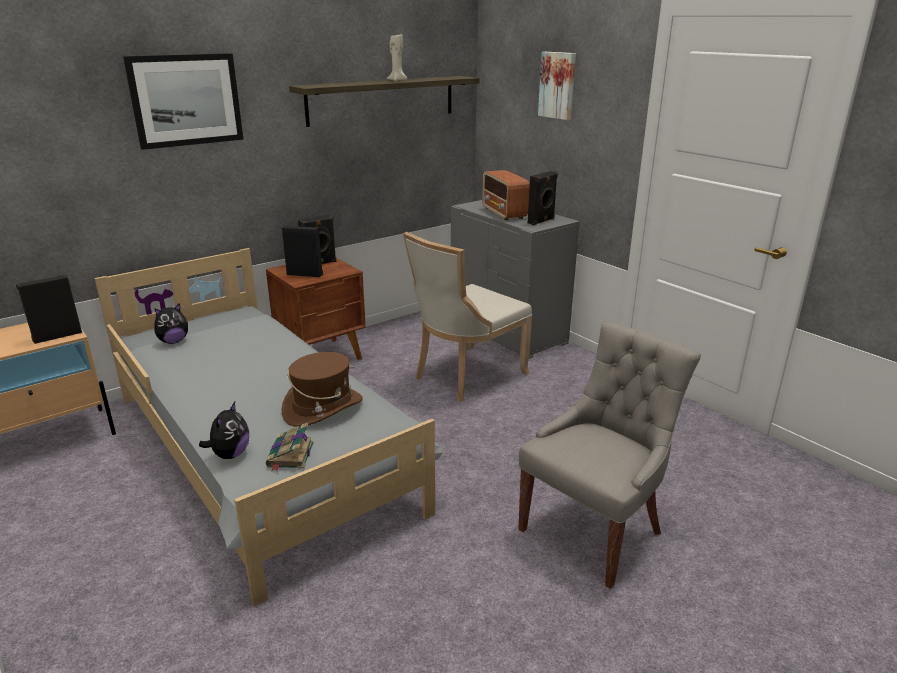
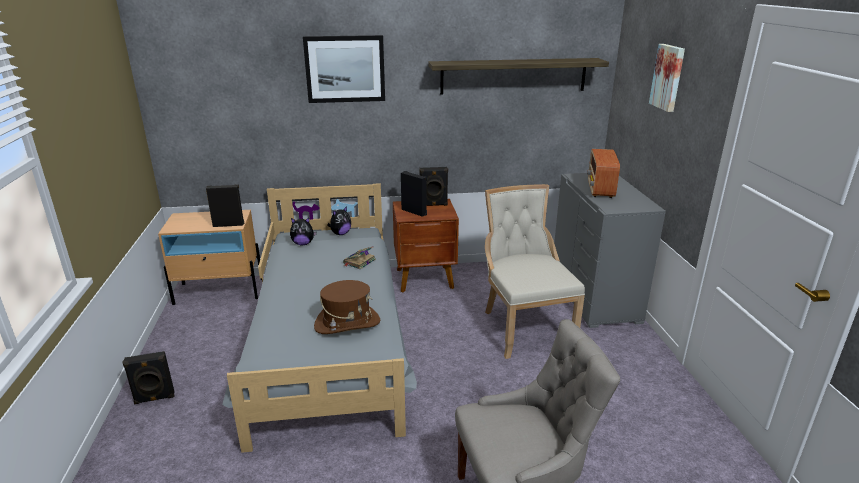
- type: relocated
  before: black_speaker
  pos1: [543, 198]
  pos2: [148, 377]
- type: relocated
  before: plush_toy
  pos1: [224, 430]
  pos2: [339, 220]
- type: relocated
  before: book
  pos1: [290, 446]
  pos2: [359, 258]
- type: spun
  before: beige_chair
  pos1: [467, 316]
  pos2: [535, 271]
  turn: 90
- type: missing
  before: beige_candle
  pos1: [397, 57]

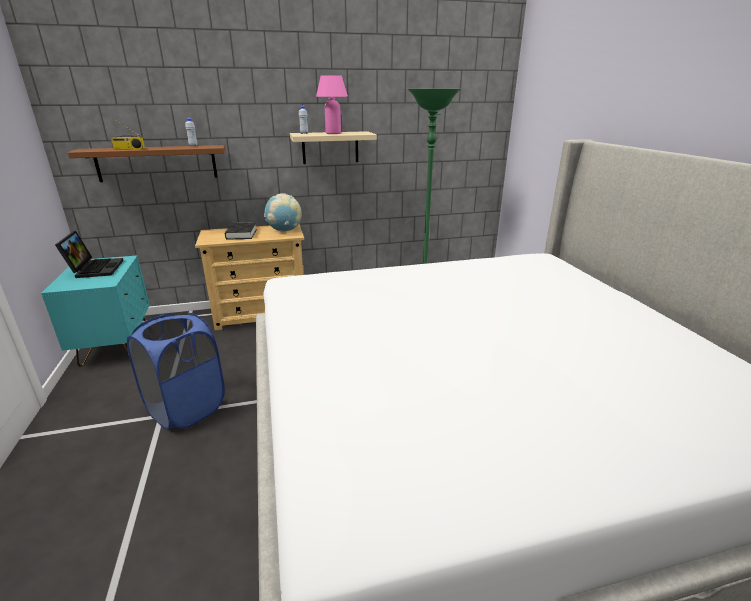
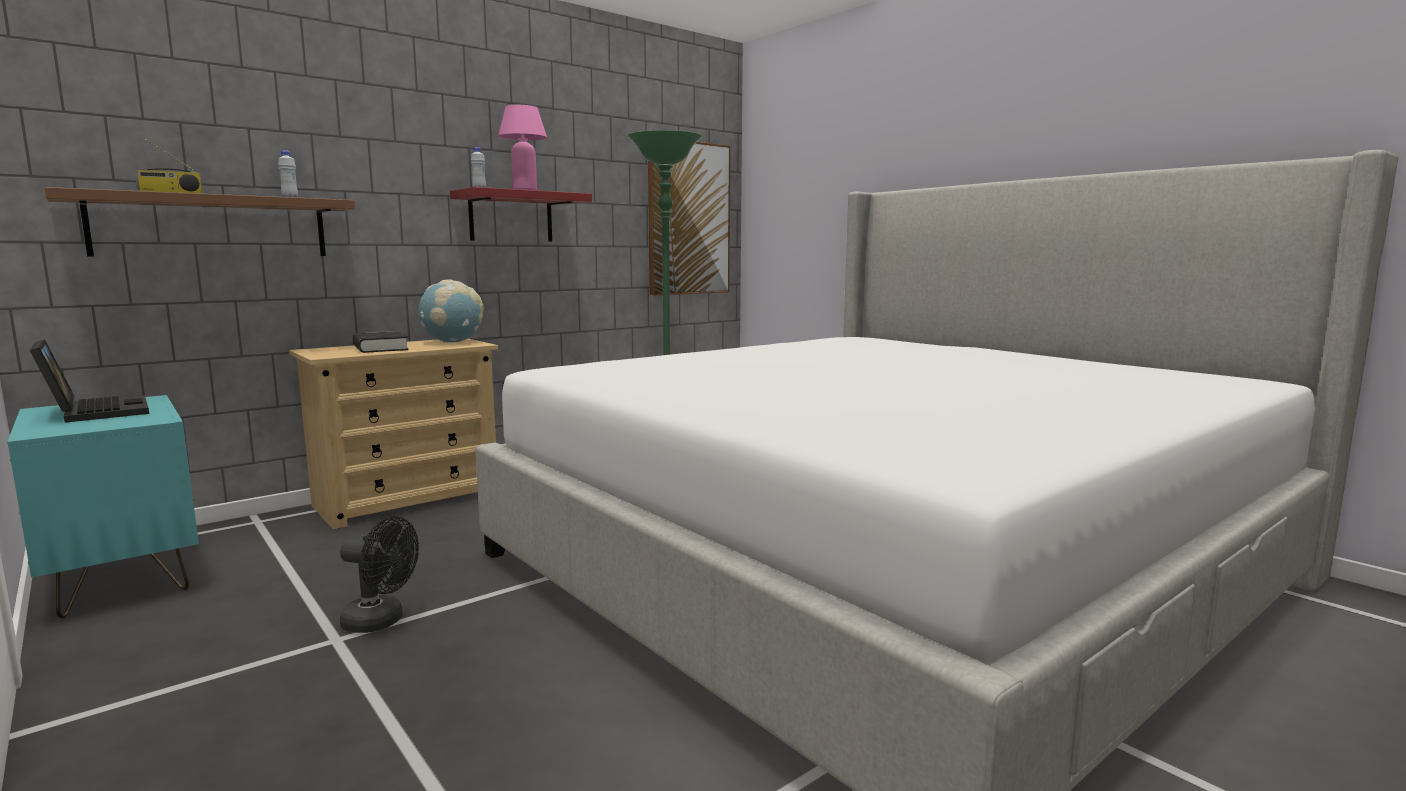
- type: exchanged
  before: blue_laundry_basket
  after: black_fan
  pos1: [176, 371]
  pos2: [379, 574]
- type: colour
  before: beige_shelf
  after: red_shelf
  pos1: [333, 147]
  pos2: [521, 214]
- type: appeared
  after: picture
  pos2: [689, 219]

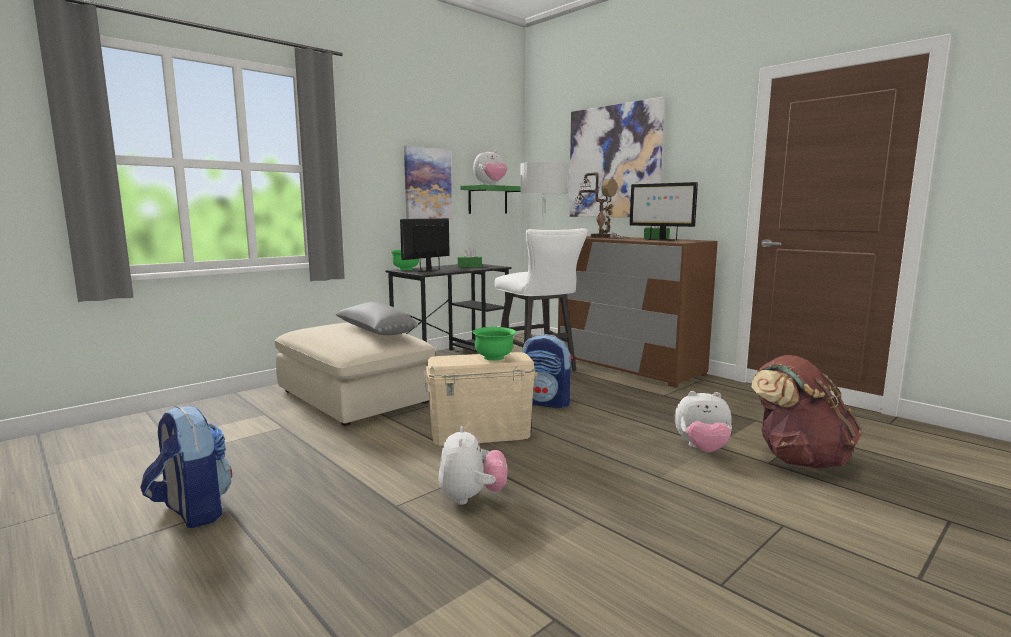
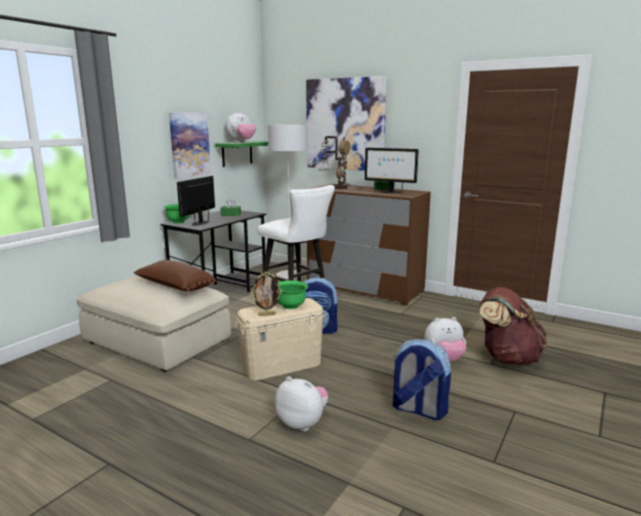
- type: colour
  before: grey_pillow
  after: brown_pillow
  pos1: [376, 318]
  pos2: [175, 275]
- type: appeared
  after: picture_frame
  pos2: [266, 294]
- type: spun
  before: plush_toy
  pos1: [472, 465]
  pos2: [302, 403]
  turn: -45
- type: relocated
  before: backpack
  pos1: [186, 467]
  pos2: [422, 379]

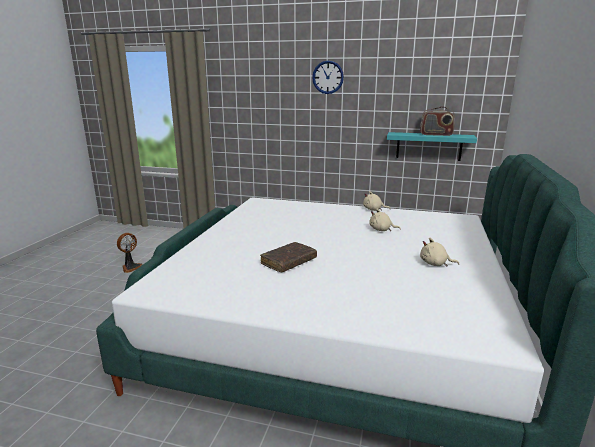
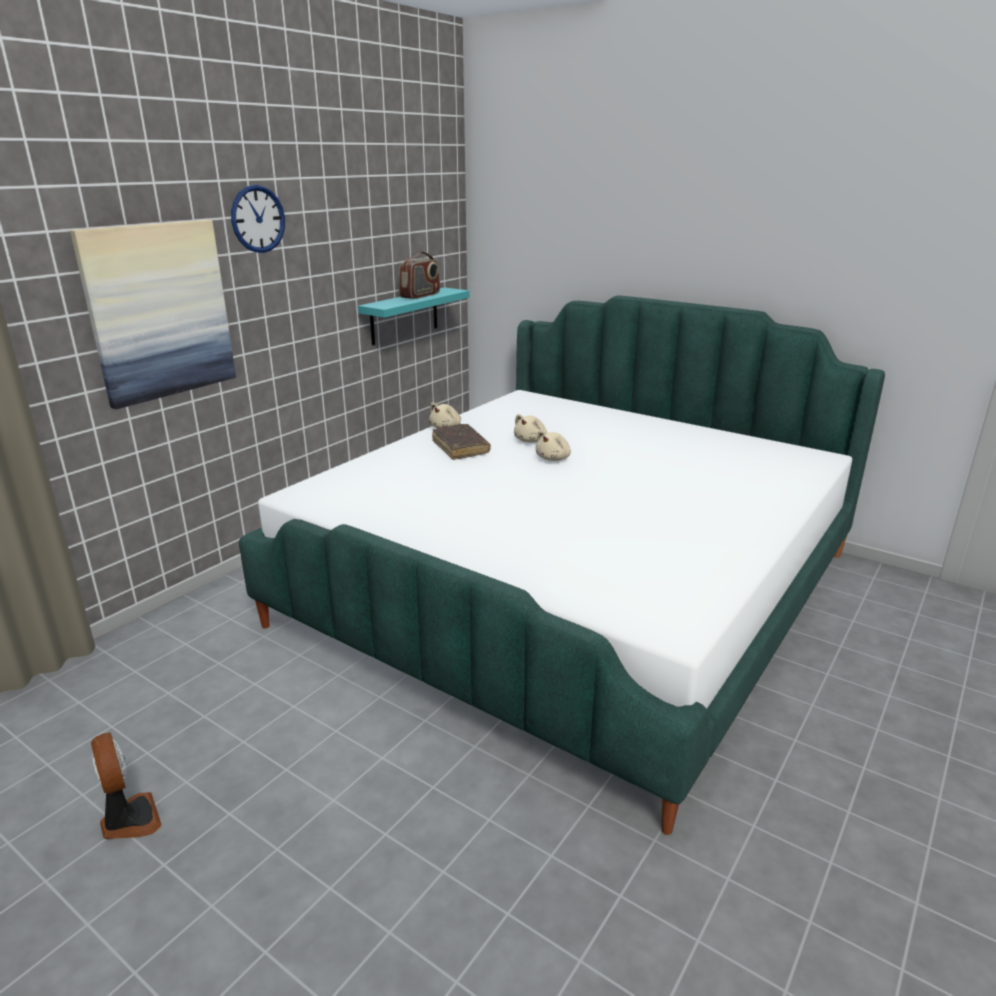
- type: appeared
  after: picture
  pos2: [153, 314]
- type: relocated
  before: brown_book
  pos1: [288, 257]
  pos2: [461, 442]
- type: relocated
  before: beige_plush_toy
  pos1: [440, 252]
  pos2: [553, 445]

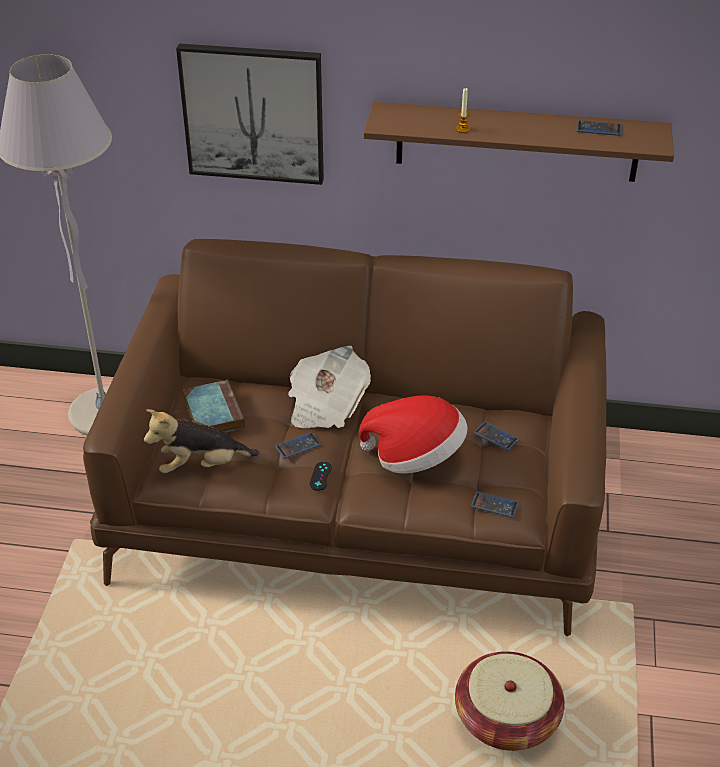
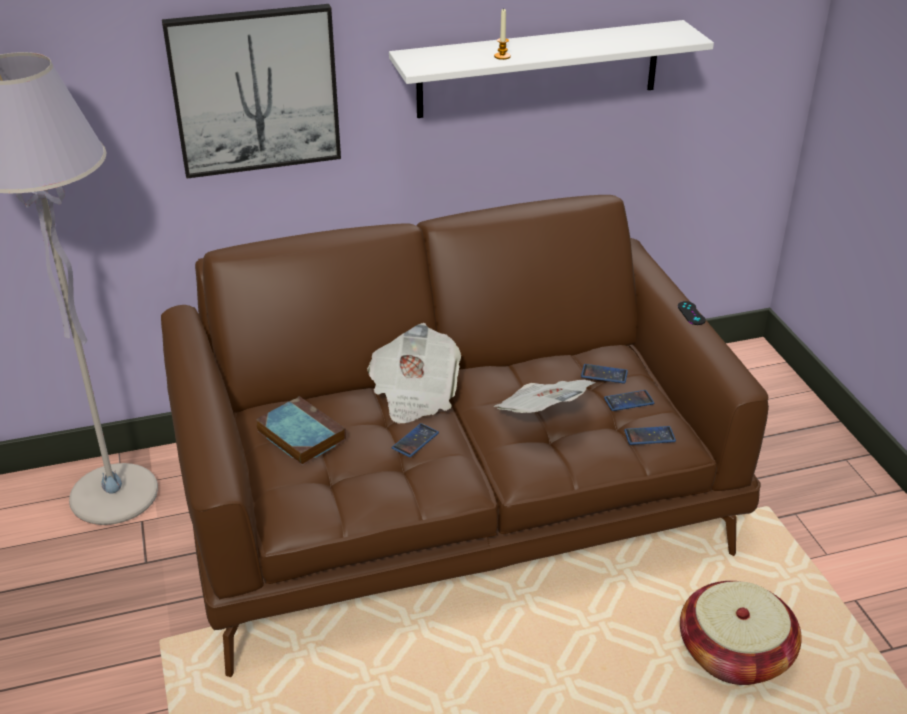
- type: colour
  before: brown_shelf
  after: white_shelf
  pos1: [519, 142]
  pos2: [551, 69]
- type: exchanged
  before: hat
  after: newspaper
  pos1: [413, 435]
  pos2: [544, 396]
- type: relocated
  before: phone
  pos1: [598, 128]
  pos2: [629, 400]
- type: relocated
  before: black_game_controller
  pos1: [320, 476]
  pos2: [692, 313]
- type: missing
  before: plush_toy
  pos1: [201, 441]

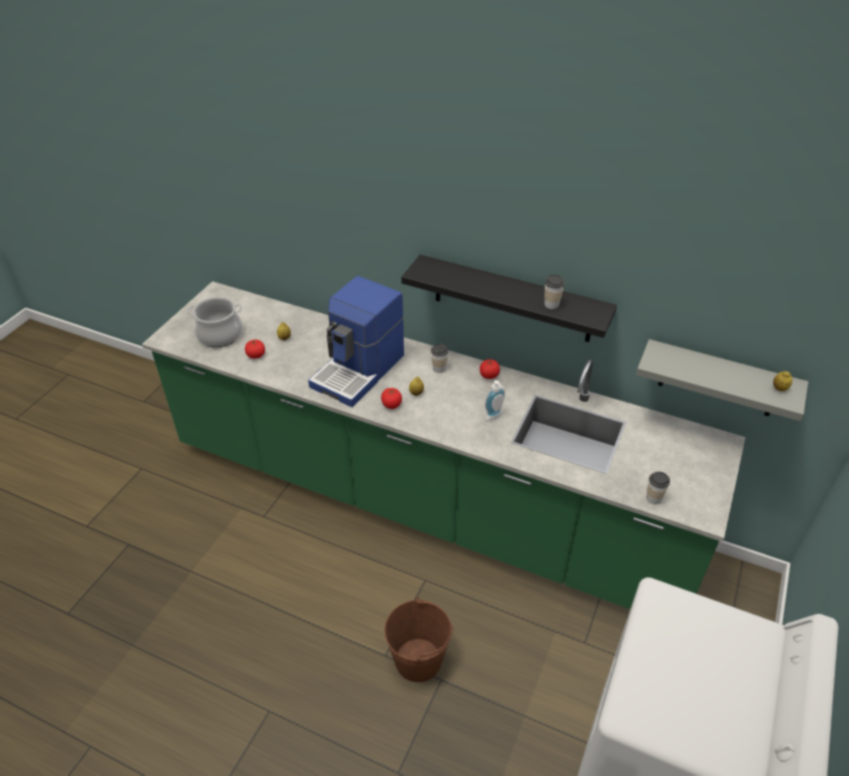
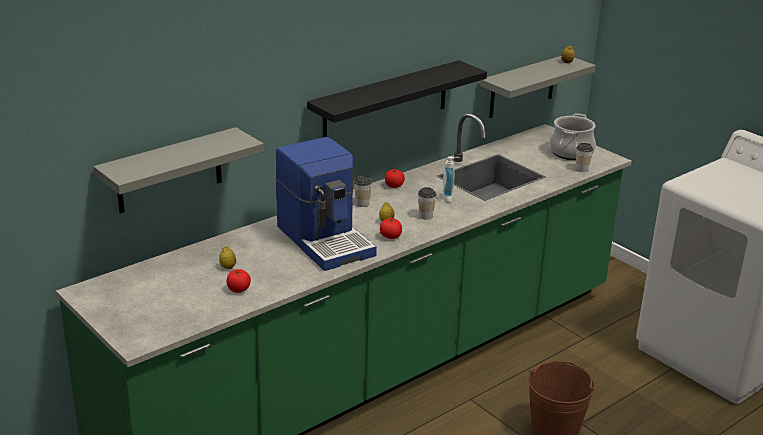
- type: appeared
  after: grey_shelf
  pos2: [178, 170]
- type: relocated
  before: cup
  pos1: [555, 292]
  pos2: [427, 203]
- type: relocated
  before: cooking_pot
  pos1: [214, 322]
  pos2: [572, 136]

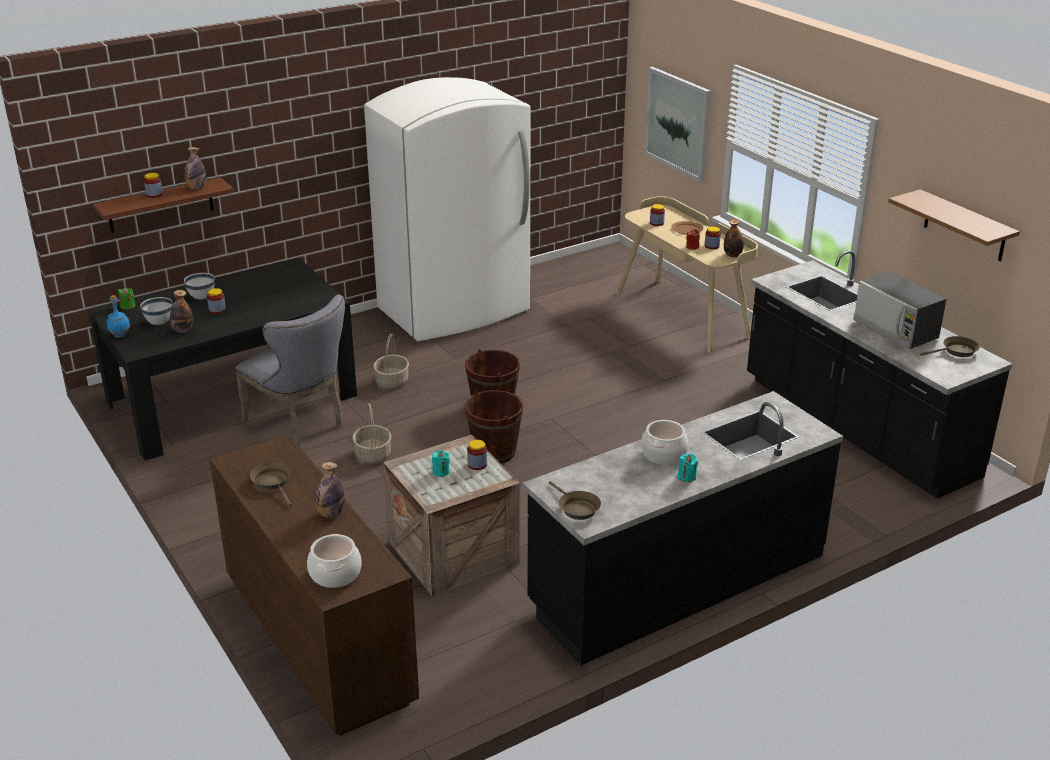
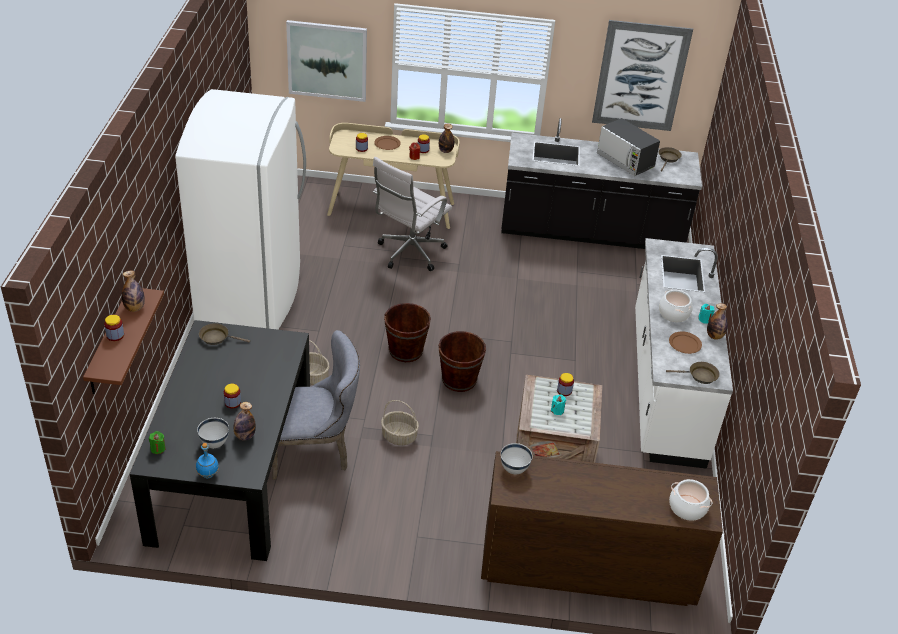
- type: relocated
  before: brown_frying_pan
  pos1: [270, 484]
  pos2: [224, 334]
- type: appeared
  after: white_office_chair
  pos2: [412, 214]
- type: relocated
  before: white_bowl
  pos1: [199, 286]
  pos2: [517, 459]
- type: exchanged
  before: shelf
  after: picture
  pos1: [954, 225]
  pos2: [642, 75]
- type: spun
  before: microwave
  pos1: [899, 310]
  pos2: [628, 147]
  turn: 45
- type: colour
  before: black_counter
  after: white_counter
  pos1: [683, 528]
  pos2: [684, 353]
- type: appeared
  after: brown_plate
  pos2: [685, 342]
- type: relocated
  before: bottle
  pos1: [330, 490]
  pos2: [717, 321]

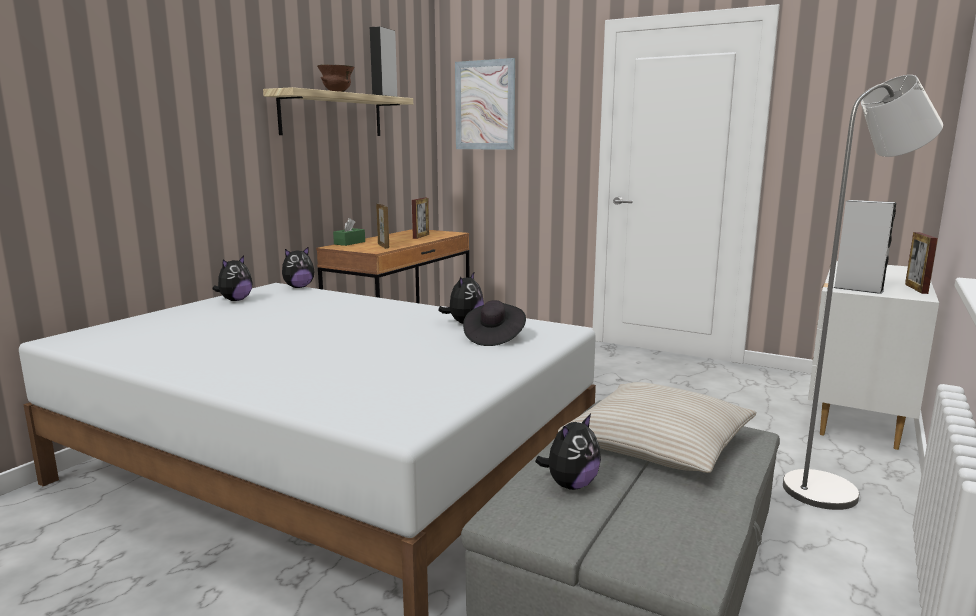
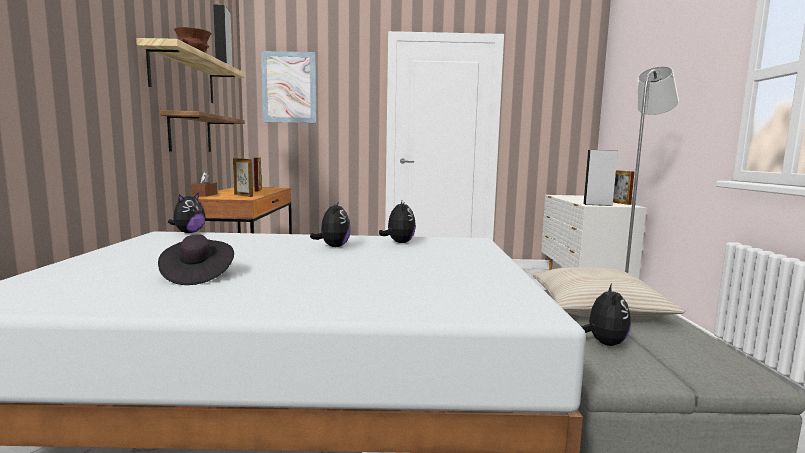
- type: relocated
  before: black_hat
  pos1: [494, 323]
  pos2: [196, 260]
- type: appeared
  after: shelf
  pos2: [202, 131]
- type: colour
  before: green_tissue_box
  after: brown_tissue_box
  pos1: [349, 232]
  pos2: [204, 184]
- type: relocated
  before: plush_toy
  pos1: [233, 278]
  pos2: [330, 224]

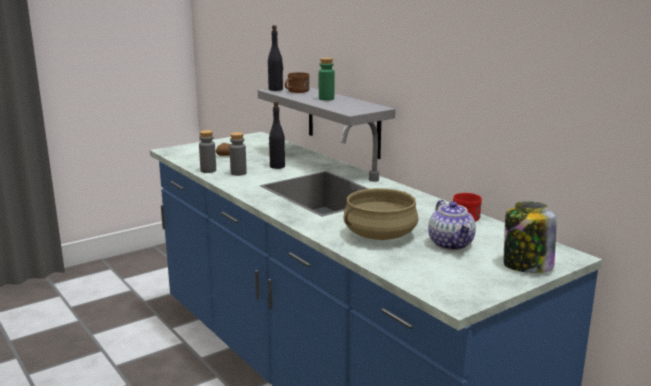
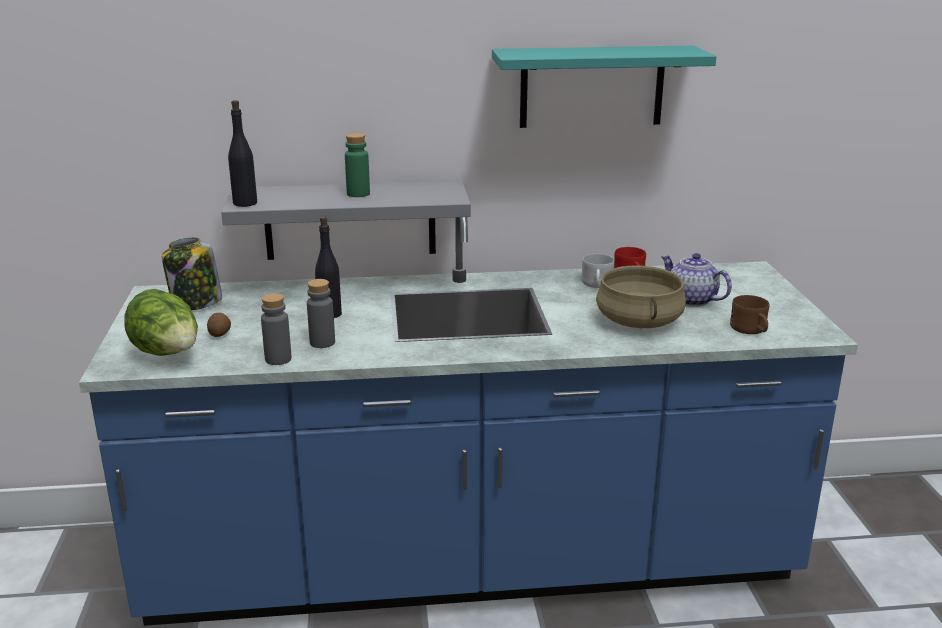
- type: appeared
  after: lettuce
  pos2: [161, 322]
- type: relocated
  before: jar
  pos1: [530, 237]
  pos2: [192, 274]
- type: appeared
  after: turquoise_shelf
  pos2: [604, 87]
- type: appeared
  after: white_mug
  pos2: [598, 271]
- type: spun
  before: teapot
  pos1: [452, 225]
  pos2: [696, 280]
  turn: -150
- type: relocated
  before: brown_mug
  pos1: [297, 82]
  pos2: [749, 314]

